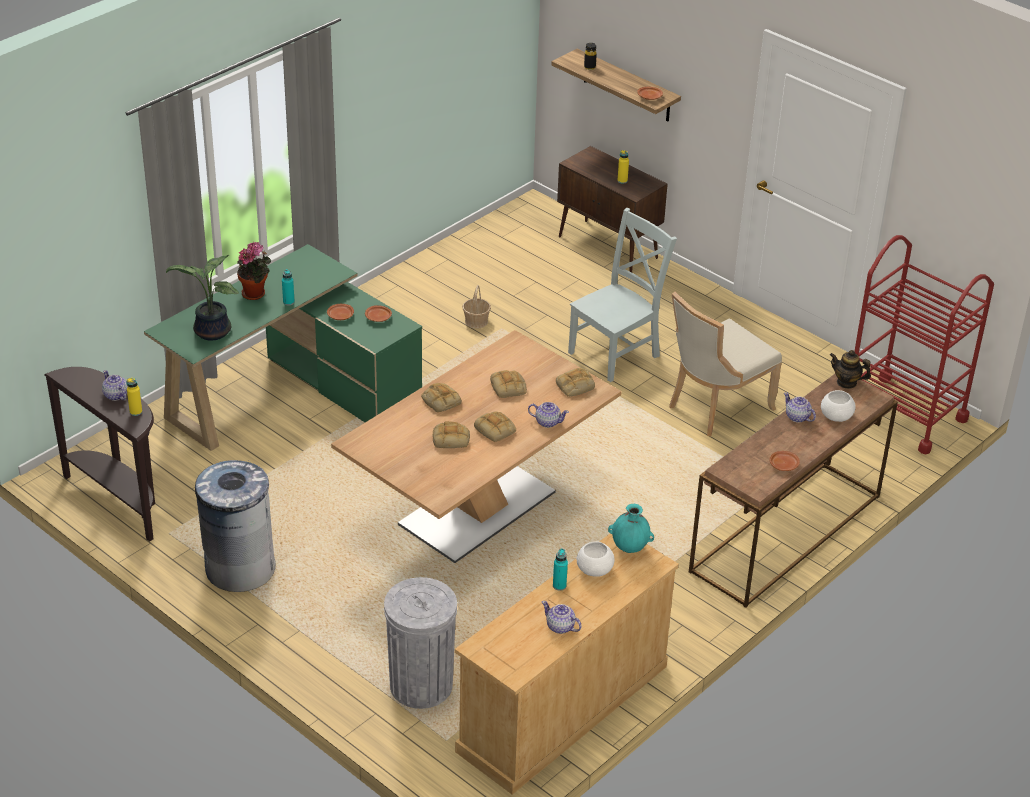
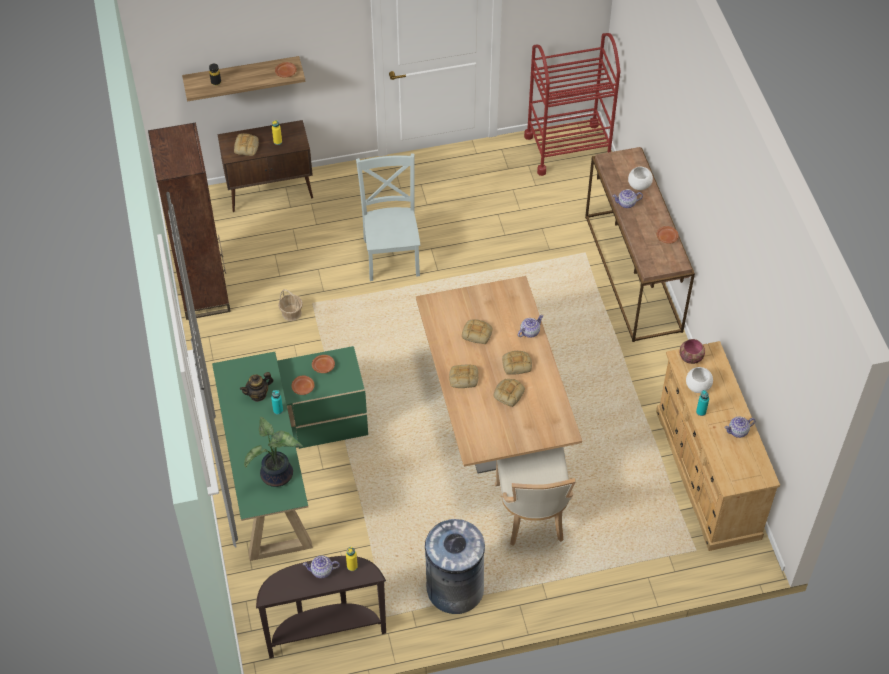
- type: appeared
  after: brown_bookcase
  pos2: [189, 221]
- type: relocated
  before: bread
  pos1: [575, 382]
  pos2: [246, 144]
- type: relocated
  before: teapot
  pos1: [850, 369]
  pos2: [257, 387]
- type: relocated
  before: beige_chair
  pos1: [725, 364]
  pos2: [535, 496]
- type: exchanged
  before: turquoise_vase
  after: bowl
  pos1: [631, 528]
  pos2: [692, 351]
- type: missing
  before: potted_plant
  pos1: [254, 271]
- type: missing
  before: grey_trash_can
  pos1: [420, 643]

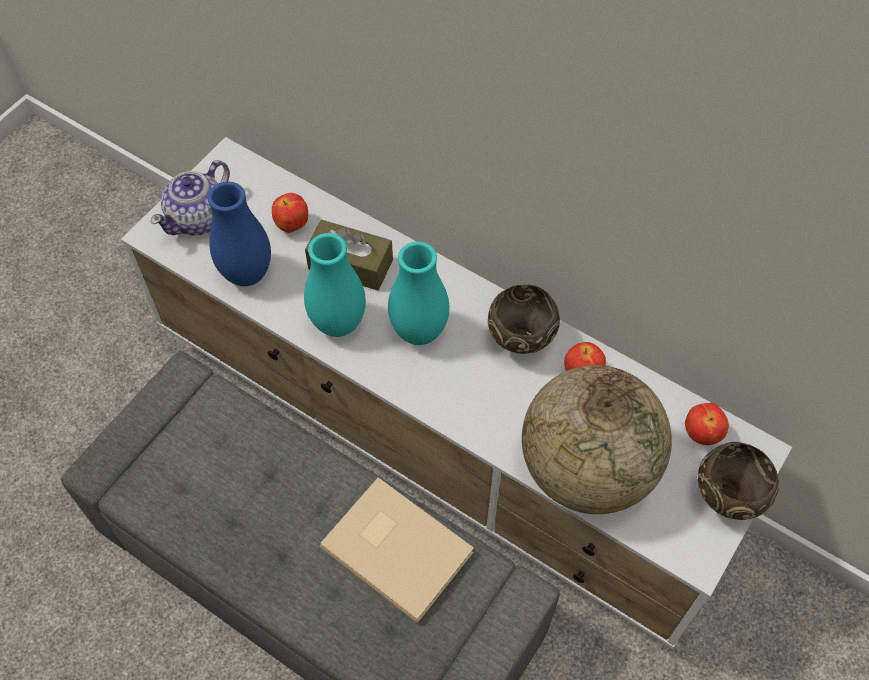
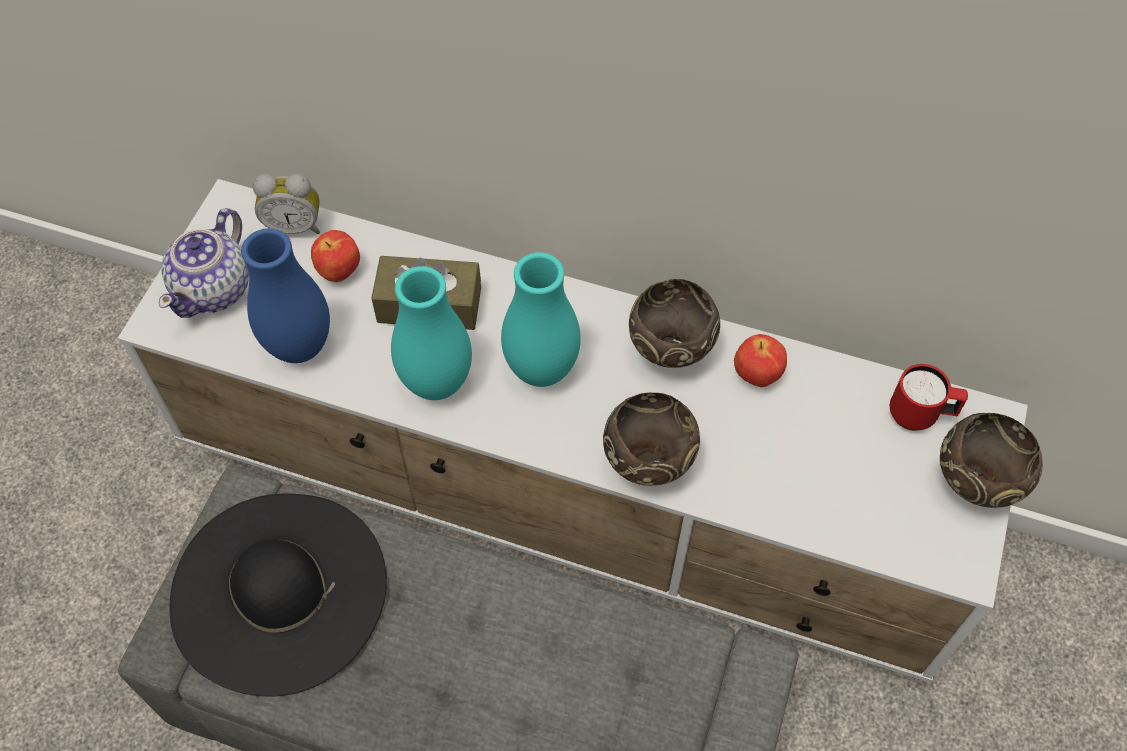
- type: appeared
  after: black_hat
  pos2: [278, 595]
- type: appeared
  after: alarm_clock
  pos2: [286, 204]
- type: appeared
  after: brown_bowl
  pos2: [651, 439]
- type: exchanged
  before: apple
  after: red_mug
  pos1: [707, 424]
  pos2: [929, 397]
- type: missing
  before: beige_book
  pos1: [397, 550]
- type: missing
  before: globe
  pos1: [597, 439]

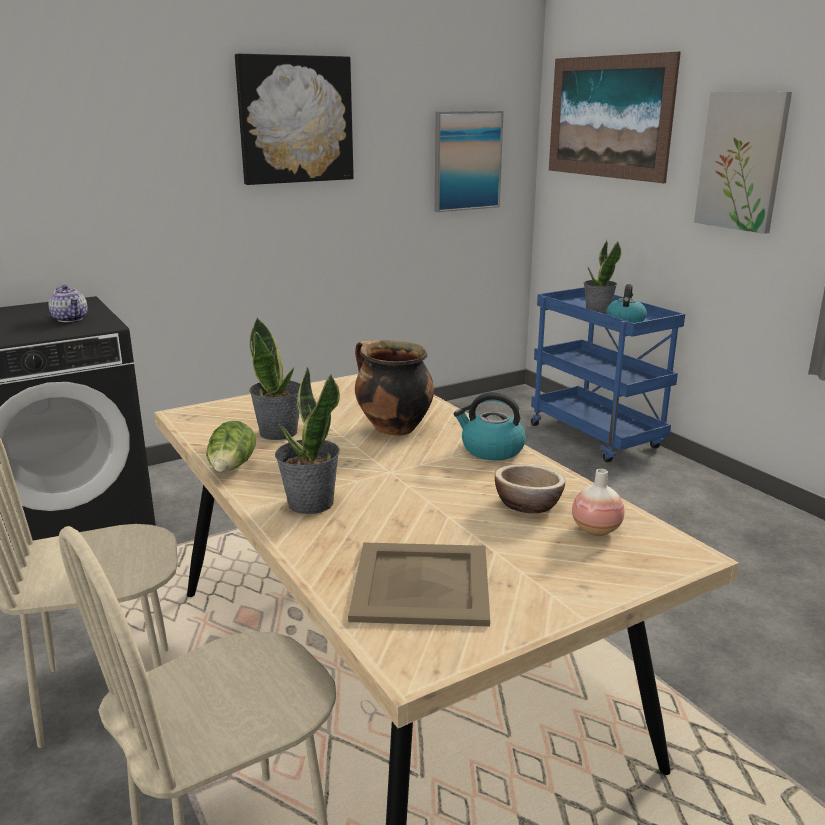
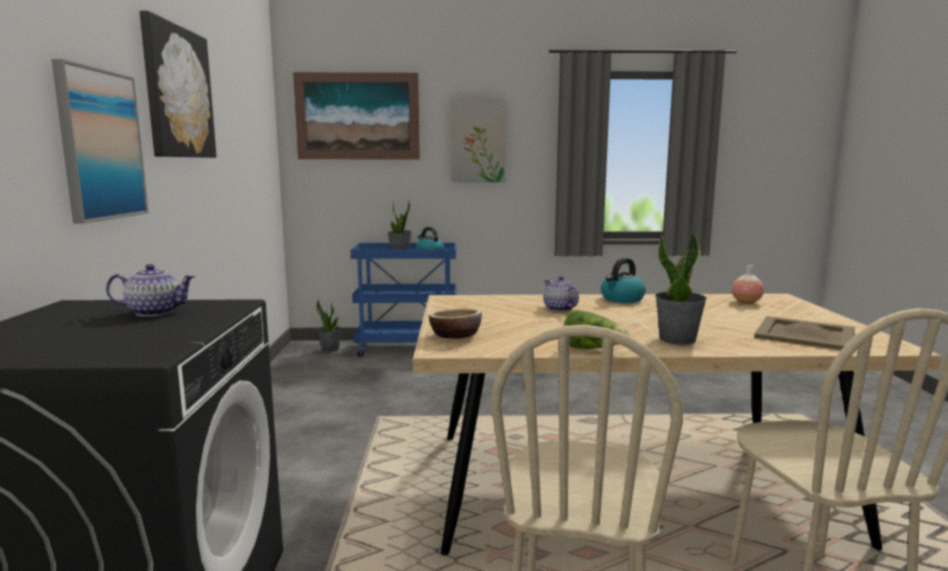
- type: relocated
  before: picture
  pos1: [469, 161]
  pos2: [100, 141]
- type: relocated
  before: potted_plant
  pos1: [274, 379]
  pos2: [328, 325]
- type: relocated
  before: bowl
  pos1: [530, 488]
  pos2: [455, 324]
- type: exchanged
  before: cooking_pot
  after: teapot
  pos1: [394, 388]
  pos2: [561, 294]

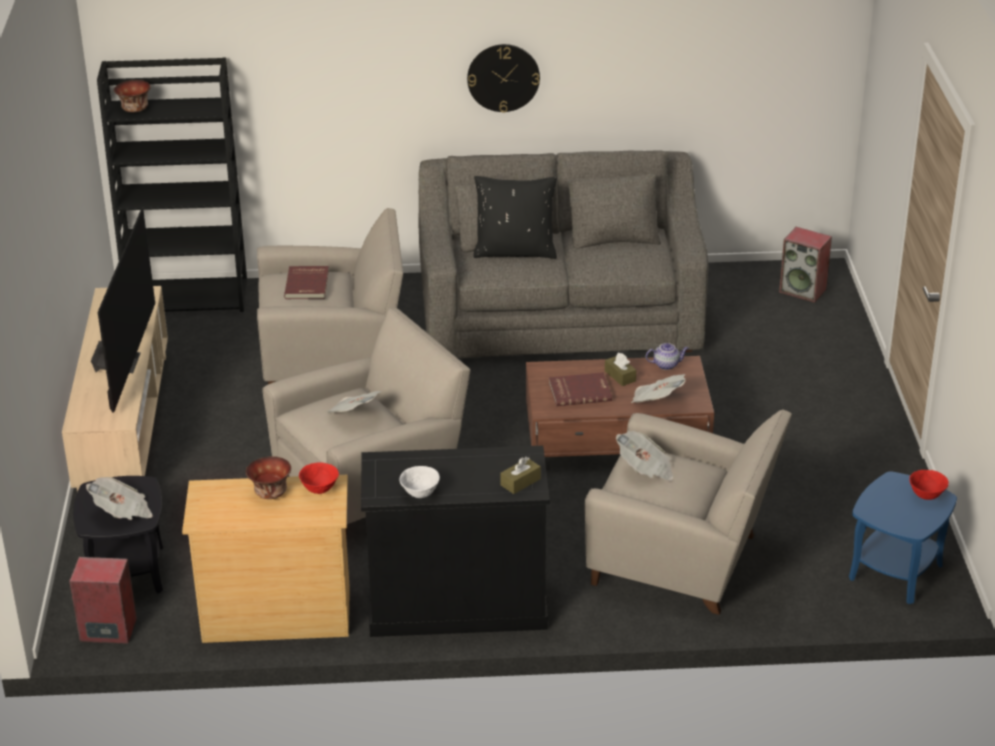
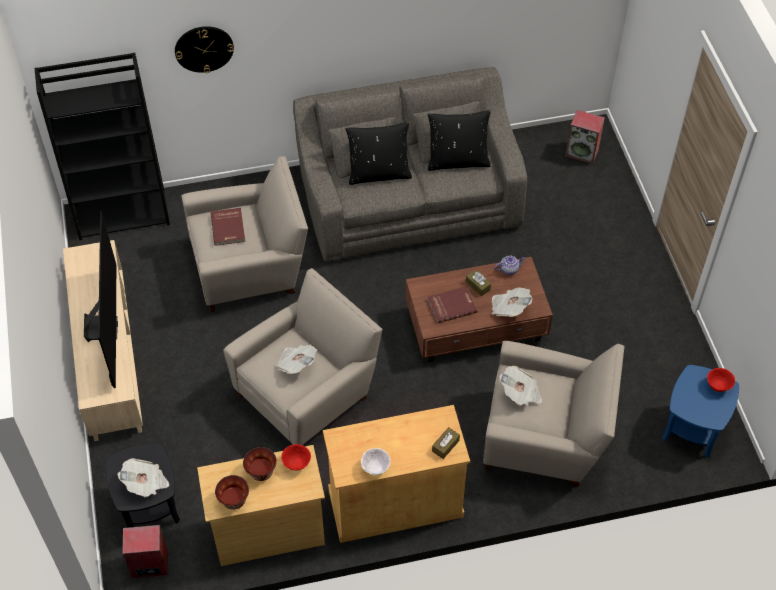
- type: relocated
  before: wall_clock
  pos1: [503, 78]
  pos2: [204, 49]
- type: relocated
  before: bowl
  pos1: [132, 96]
  pos2: [232, 492]
- type: colour
  before: black_cabinet
  after: beige_cabinet
  pos1: [455, 541]
  pos2: [396, 474]
- type: appeared
  after: black_pillow
  pos2: [459, 140]

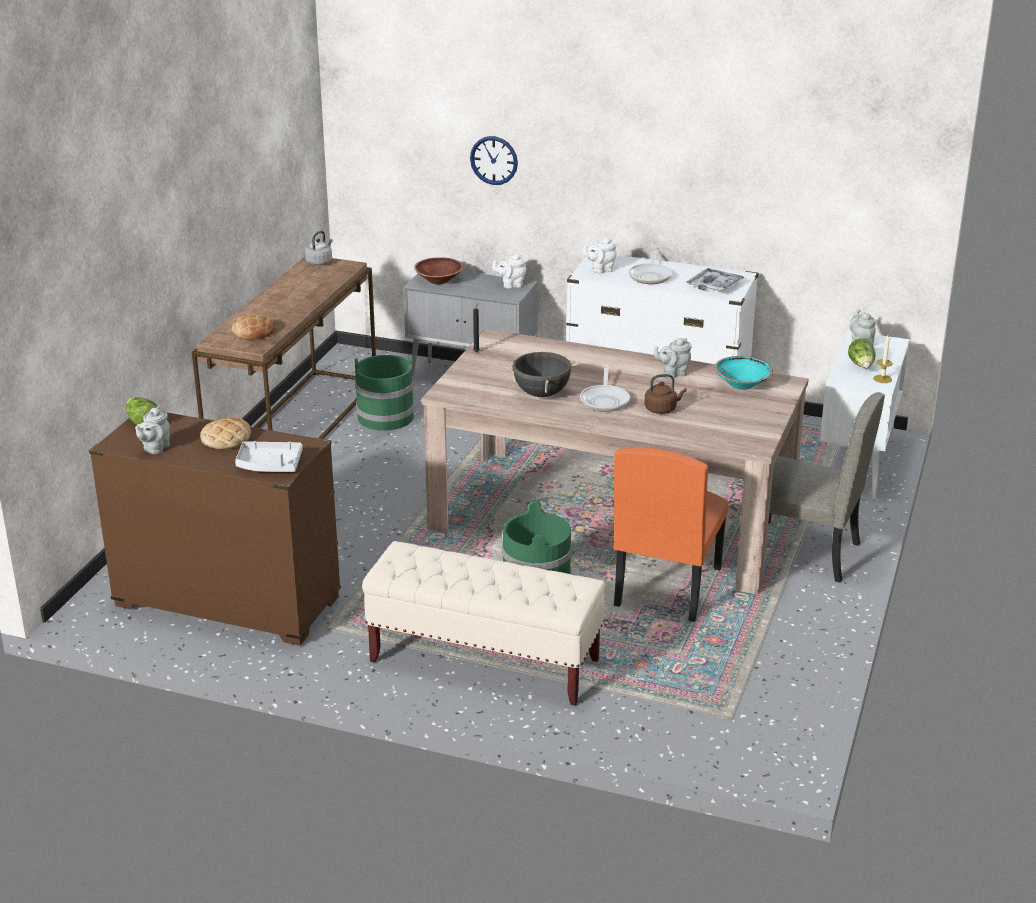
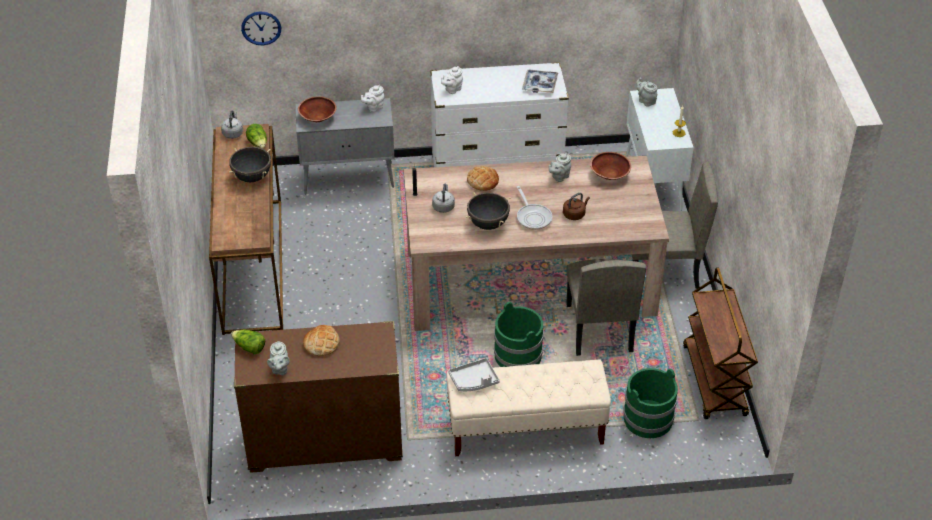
- type: appeared
  after: black_cooking_pot
  pos2: [250, 164]
- type: relocated
  before: wall_clock
  pos1: [494, 160]
  pos2: [261, 28]
- type: relocated
  before: lettuce
  pos1: [862, 353]
  pos2: [256, 136]
- type: appeared
  after: grey_kettle
  pos2: [443, 198]
- type: relocated
  before: grey_tray
  pos1: [269, 456]
  pos2: [474, 374]
- type: relocated
  before: bread
  pos1: [253, 326]
  pos2: [483, 178]
- type: colour
  before: orange_chair
  after: beige_chair
  pos1: [671, 535]
  pos2: [606, 307]
- type: colour
  before: turquoise_bowl
  after: brown_bowl
  pos1: [743, 373]
  pos2: [610, 166]
- type: relocated
  before: green_bucket
  pos1: [384, 392]
  pos2: [650, 403]
- type: appeared
  after: brown_cart
  pos2: [720, 343]
- type: missing
  before: frying_pan
  pos1: [650, 266]

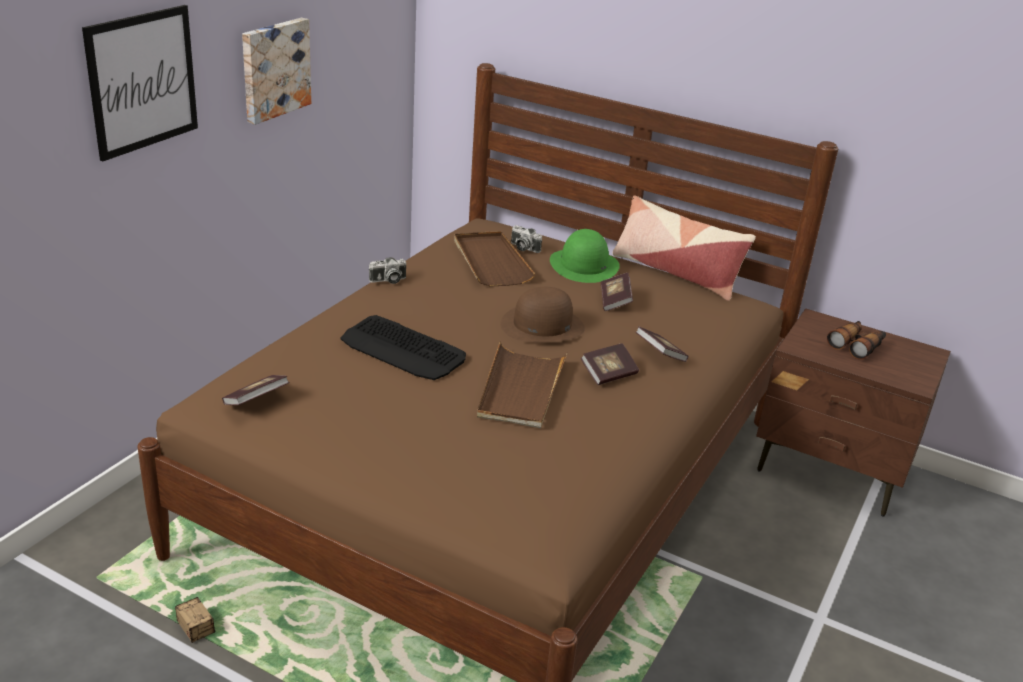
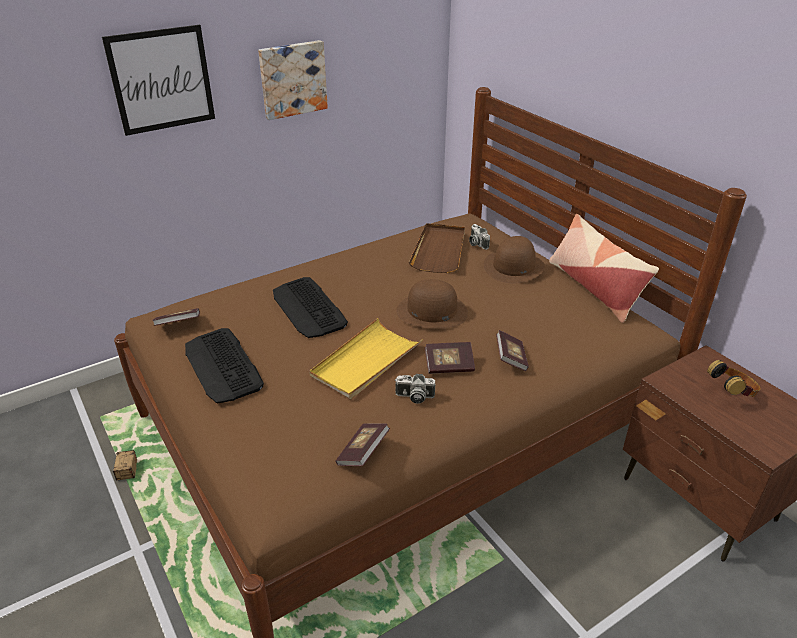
- type: appeared
  after: keyboard
  pos2: [224, 365]
- type: colour
  before: brown_tray
  after: yellow_tray
  pos1: [522, 385]
  pos2: [366, 358]
- type: relocated
  before: book
  pos1: [616, 292]
  pos2: [362, 444]
- type: relocated
  before: photo_camera
  pos1: [387, 270]
  pos2: [415, 389]
- type: colour
  before: green_hat
  after: brown_hat
  pos1: [585, 256]
  pos2: [514, 260]
- type: exchanged
  before: binoculars
  after: headphones
  pos1: [856, 340]
  pos2: [733, 378]

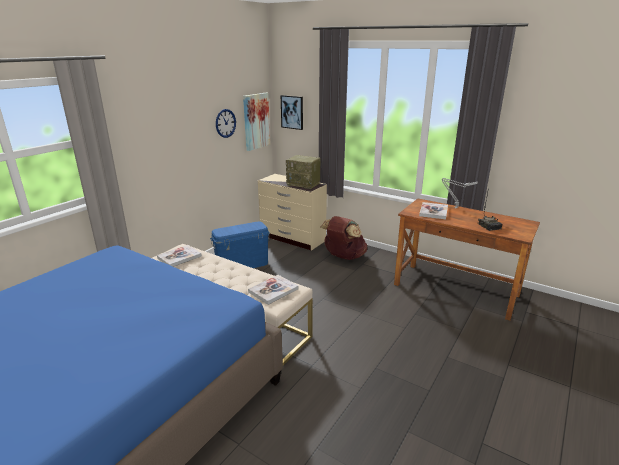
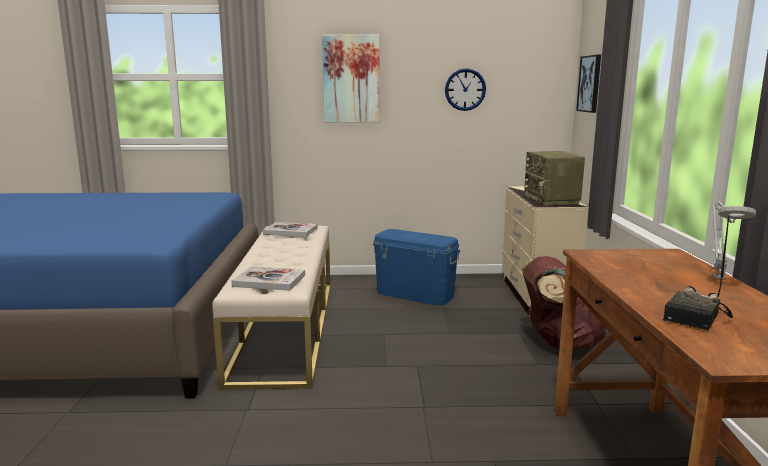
- type: relocated
  before: picture
  pos1: [256, 122]
  pos2: [350, 78]
- type: missing
  before: book
  pos1: [433, 210]

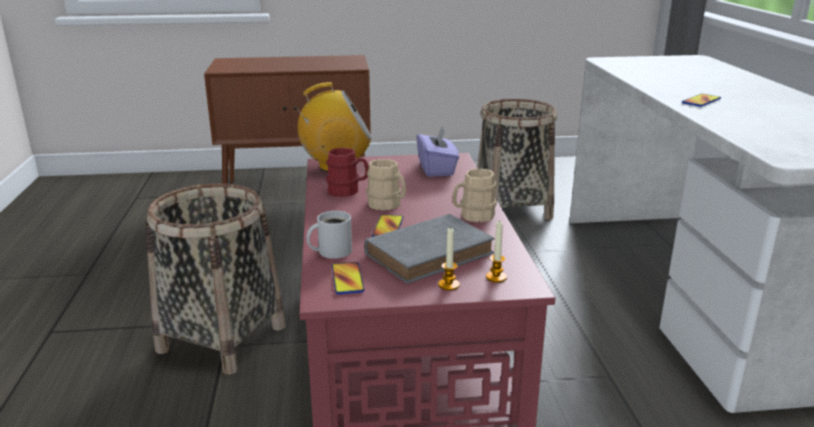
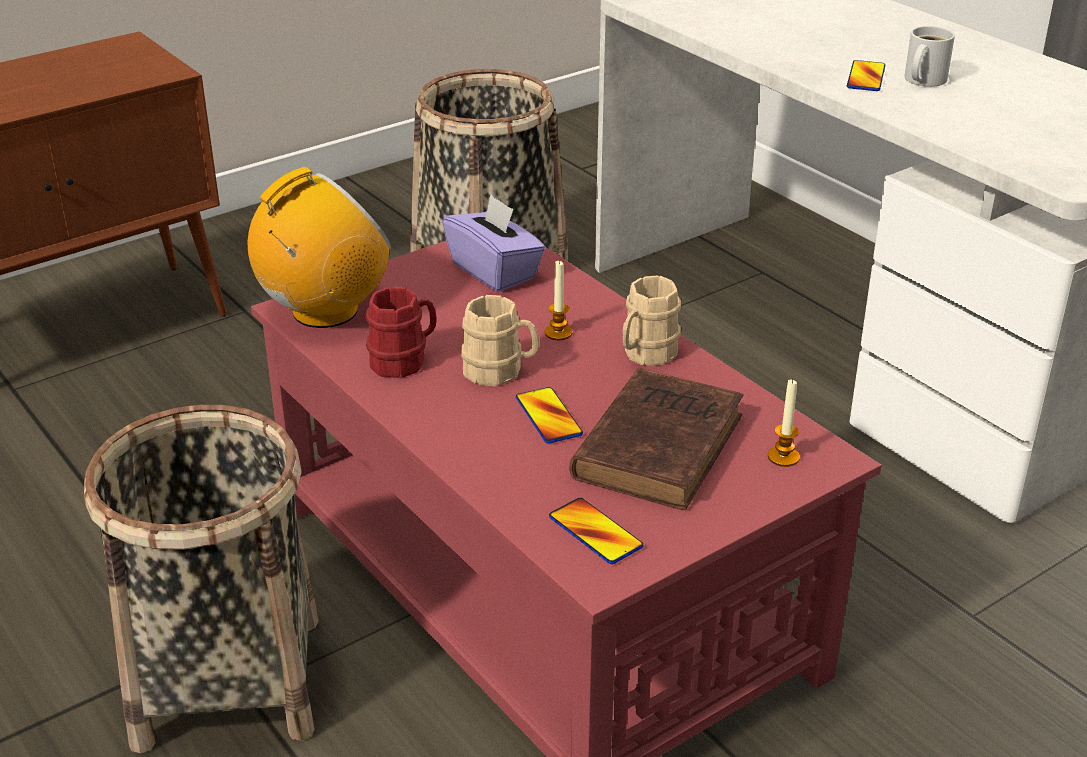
- type: relocated
  before: candle
  pos1: [449, 259]
  pos2: [559, 300]
- type: colour
  before: grey_book
  after: brown_book
  pos1: [429, 249]
  pos2: [656, 439]
- type: relocated
  before: white_mug
  pos1: [329, 235]
  pos2: [929, 56]

